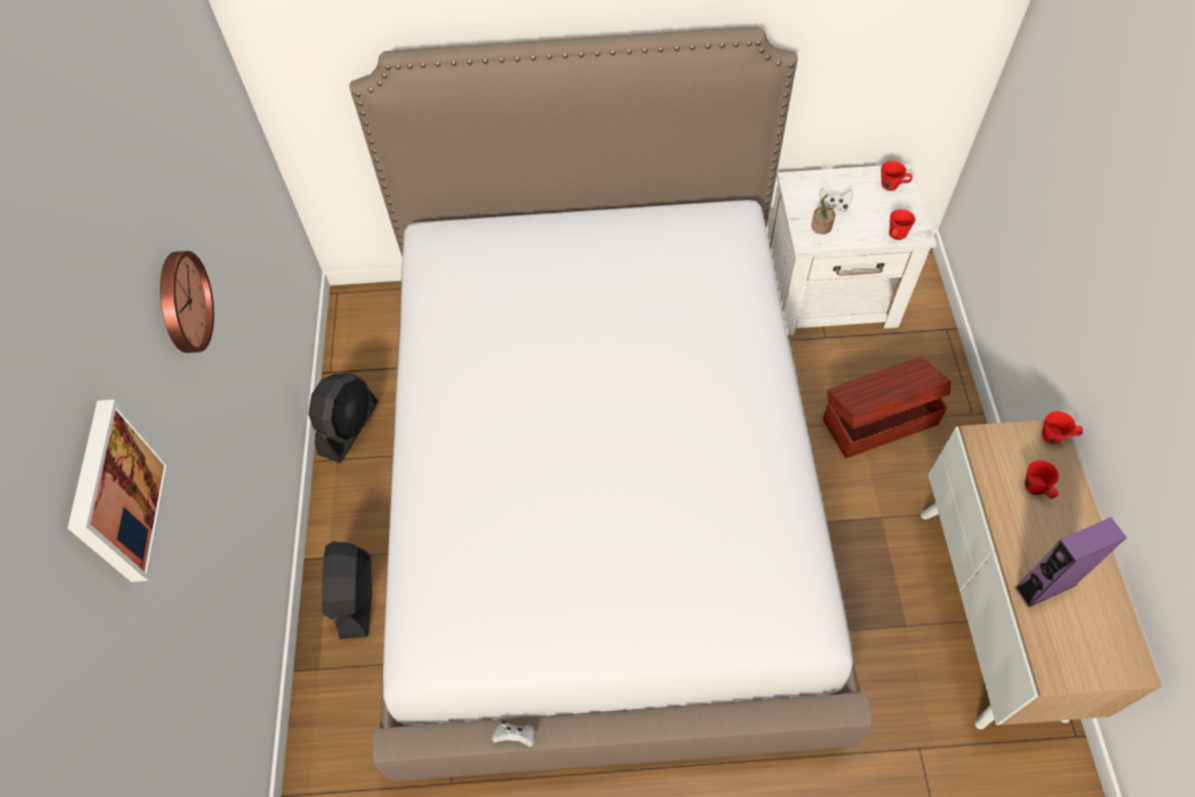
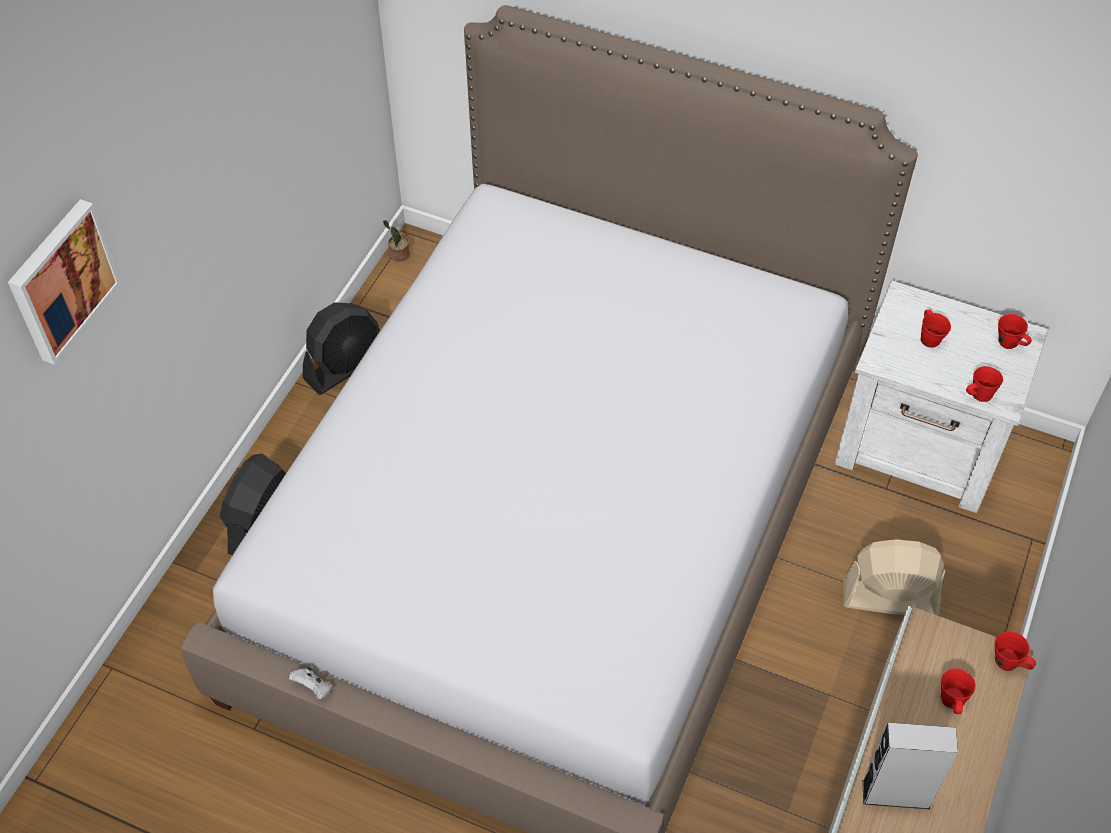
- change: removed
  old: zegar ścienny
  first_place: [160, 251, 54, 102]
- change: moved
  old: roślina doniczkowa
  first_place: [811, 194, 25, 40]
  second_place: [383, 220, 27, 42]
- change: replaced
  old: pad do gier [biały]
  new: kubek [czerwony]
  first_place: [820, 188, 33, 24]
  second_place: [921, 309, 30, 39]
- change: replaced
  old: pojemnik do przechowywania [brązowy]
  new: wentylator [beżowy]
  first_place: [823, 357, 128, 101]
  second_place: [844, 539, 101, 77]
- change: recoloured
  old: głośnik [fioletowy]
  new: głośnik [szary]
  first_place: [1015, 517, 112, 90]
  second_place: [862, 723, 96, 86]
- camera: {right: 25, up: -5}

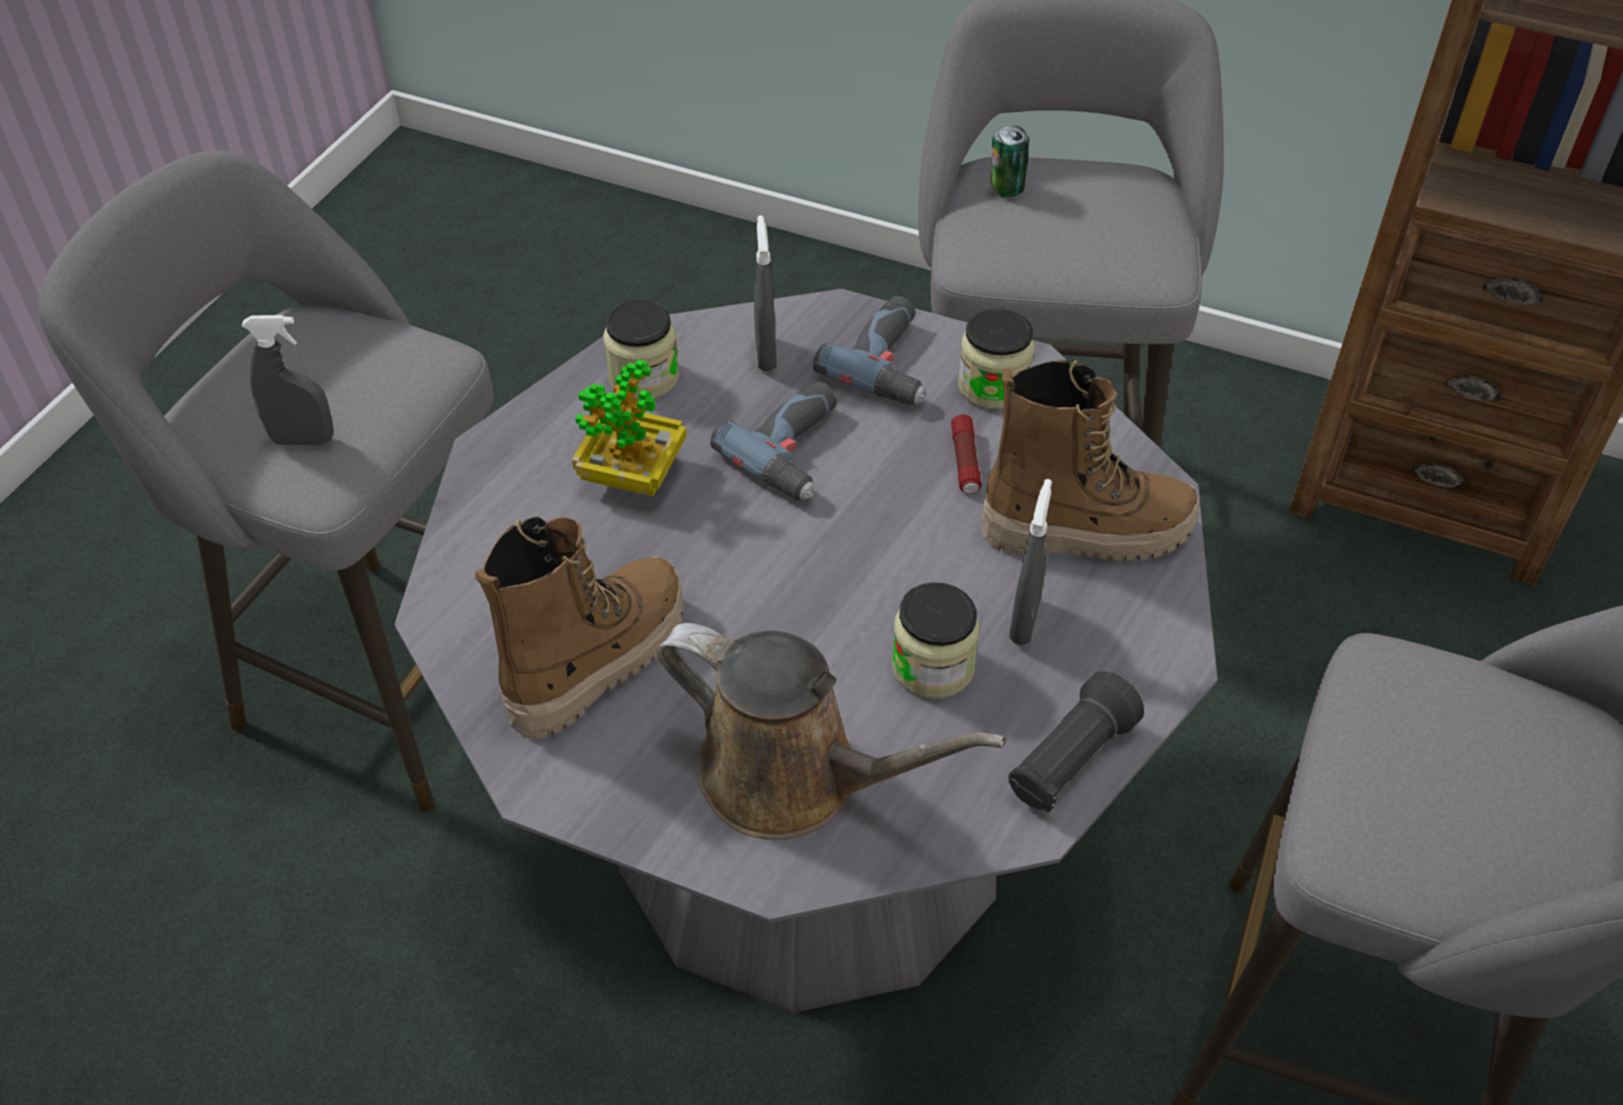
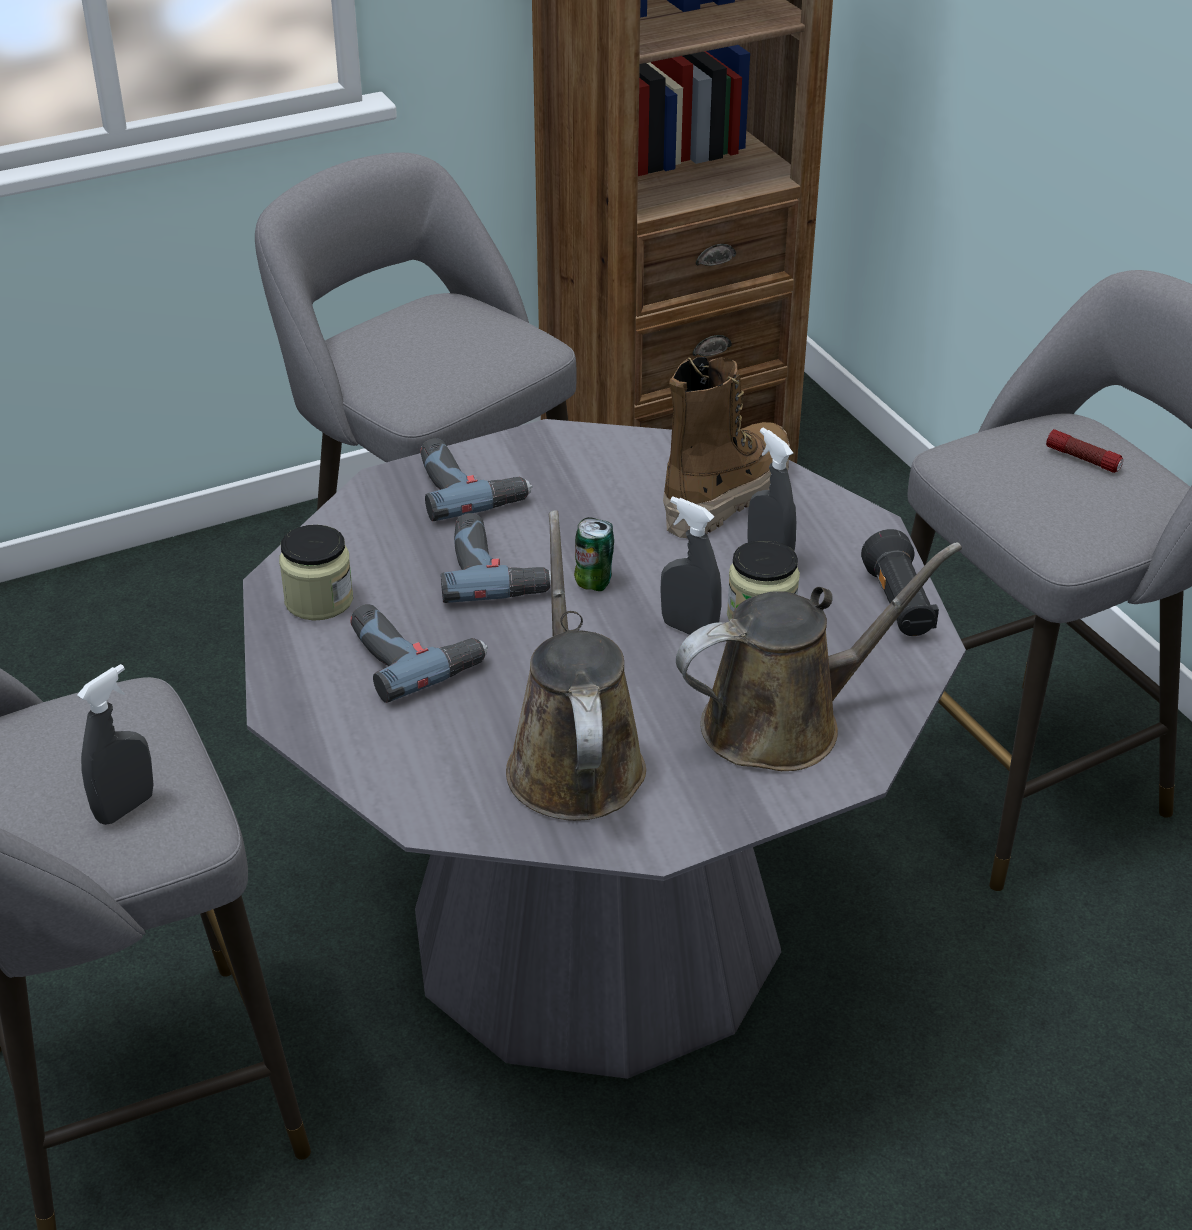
- change: replaced
  old: but z cholewką
  new: konewka [brązowy]
  first_place: [475, 516, 208, 223]
  second_place: [506, 510, 140, 311]
- change: replaced
  old: roślina doniczkowa
  new: wiertarka
  first_place: [572, 360, 115, 136]
  second_place: [350, 604, 138, 99]
- change: moved
  old: spryskiwacz [szary]
  first_place: [754, 215, 23, 156]
  second_place: [660, 496, 62, 139]
- change: moved
  old: latarka
  first_place: [951, 414, 31, 80]
  second_place: [1046, 429, 77, 44]
- change: removed
  old: słoik
  first_place: [958, 309, 76, 101]
- change: moved
  old: puszka
  first_place: [991, 126, 39, 71]
  second_place: [574, 517, 40, 74]
- camera: {right: -50, up: -10}

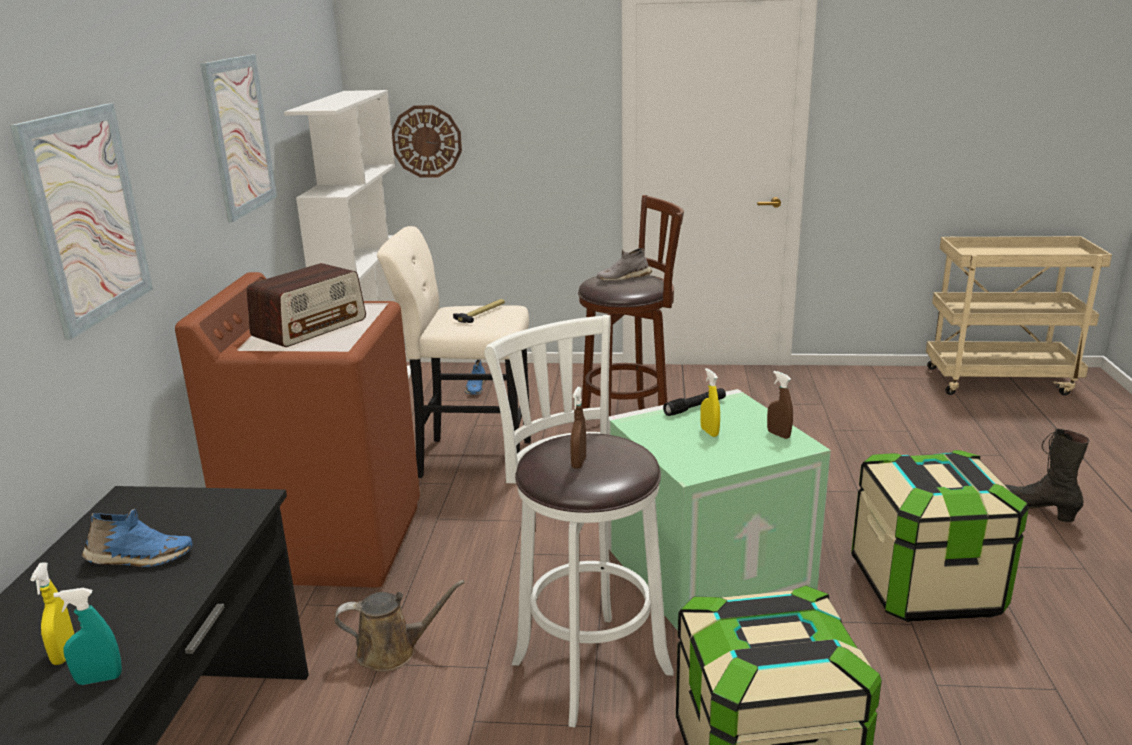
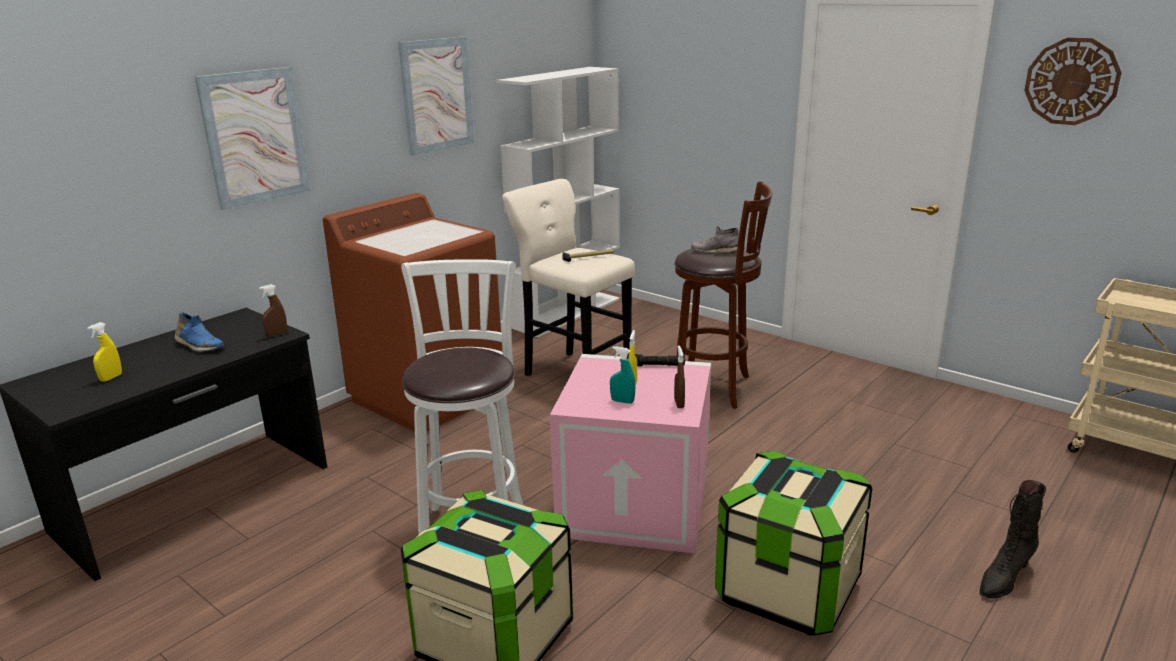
- change: moved
  old: spryskiwacz [turkusowy]
  first_place: [54, 588, 68, 97]
  second_place: [610, 346, 25, 58]
- change: removed
  old: radio
  first_place: [247, 263, 119, 84]
- change: removed
  old: konewka [brązowy]
  first_place: [335, 580, 130, 92]
- change: moved
  old: zegar ścienny
  first_place: [392, 105, 70, 73]
  second_place: [1024, 38, 98, 87]
- change: removed
  old: but [niebieski]
  first_place: [465, 359, 21, 36]
- change: moved
  old: spryskiwacz [brązowy]
  first_place: [570, 387, 16, 82]
  second_place: [259, 284, 28, 53]
- change: recoloured
  old: pojemnik do przechowywania [zielony]
  new: pojemnik do przechowywania [różowy]
  first_place: [608, 389, 223, 242]
  second_place: [550, 354, 161, 200]
- change: turned
  old: but z cholewką [czarny]
  first_place: [1005, 429, 84, 93]
  second_place: [980, 480, 66, 119]
  degrees: -135
- camera: {right: 35, up: 0}

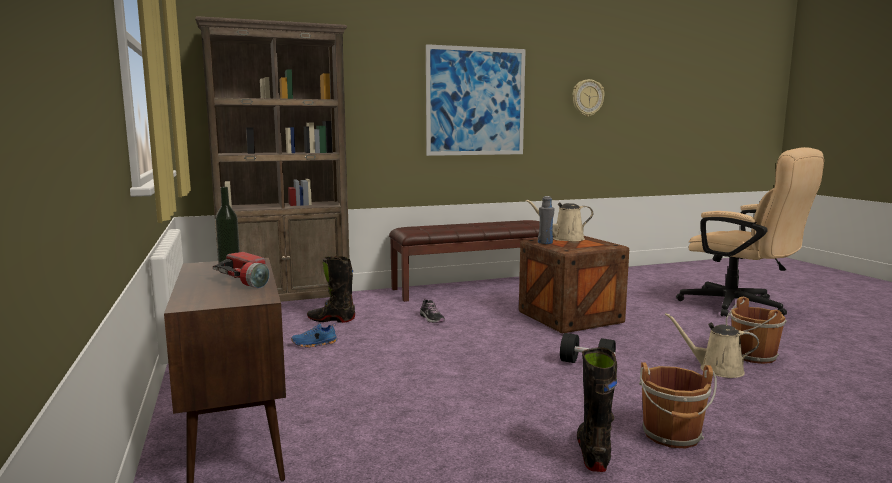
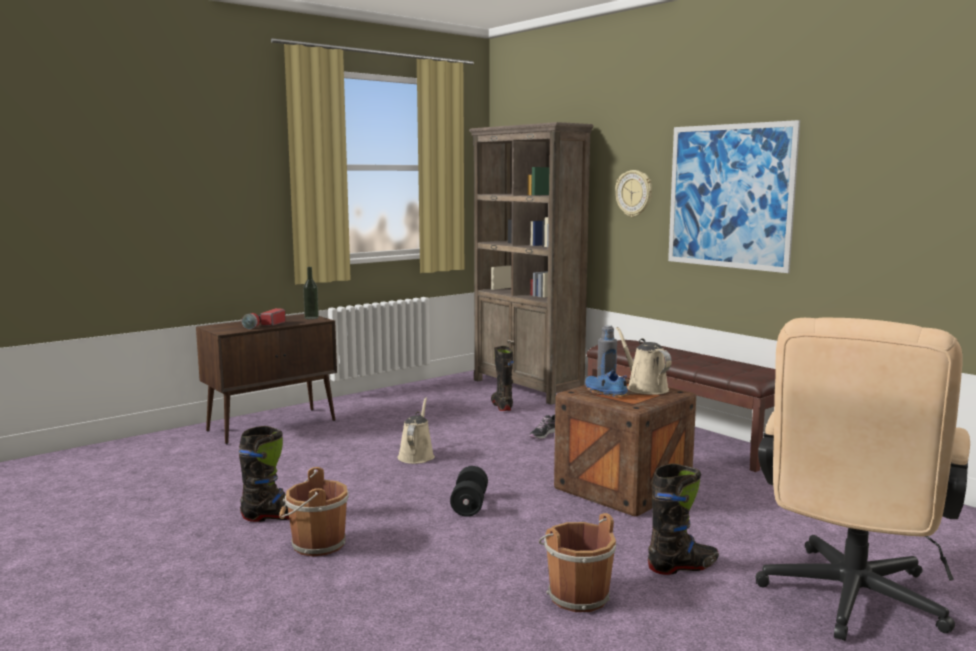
- change: moved
  old: but [niebieski]
  first_place: [291, 323, 46, 25]
  second_place: [585, 370, 43, 28]
- change: moved
  old: zegar ścienny
  first_place: [572, 79, 33, 38]
  second_place: [615, 170, 37, 47]
- change: moved
  old: konewka [beżowy]
  first_place: [665, 313, 94, 65]
  second_place: [397, 397, 38, 67]
- change: added
  new: but z cholewką [czarny]
  second_place: [648, 463, 71, 112]
- camera: {right: 70, up: 0}

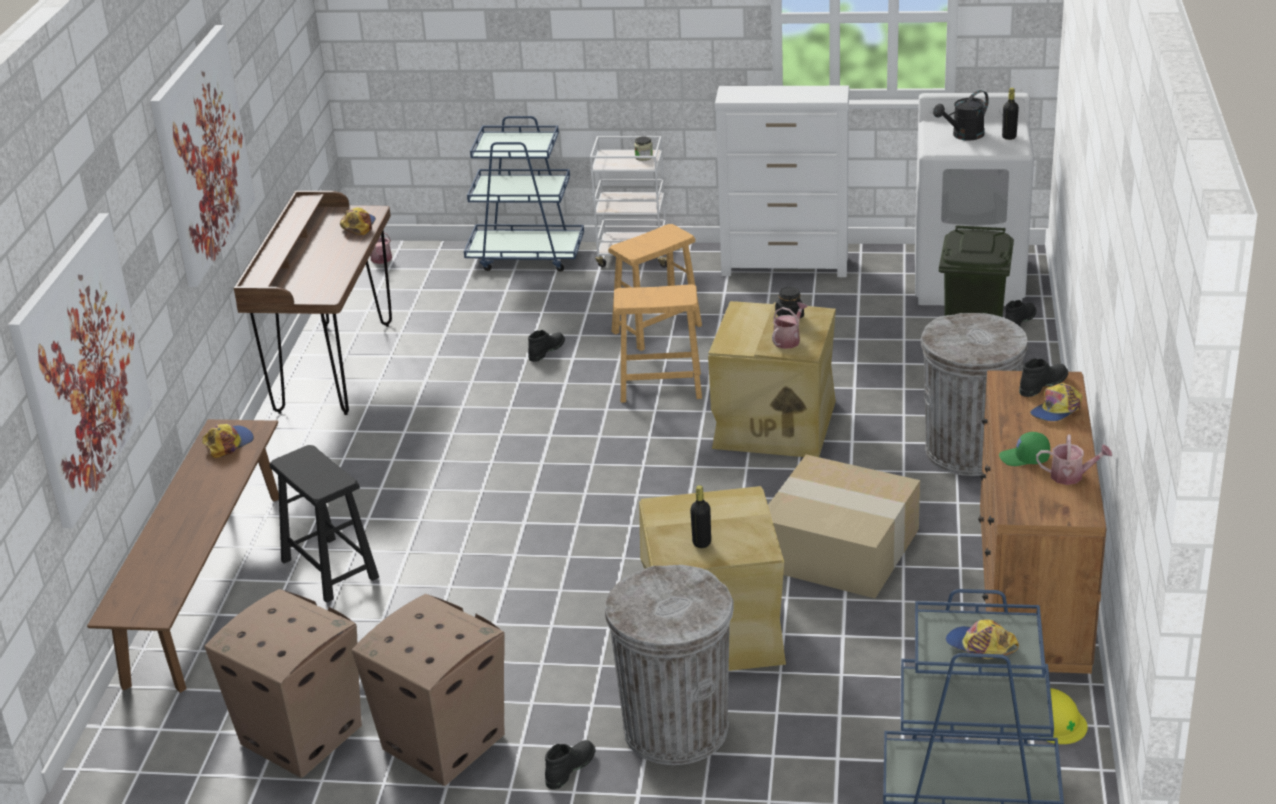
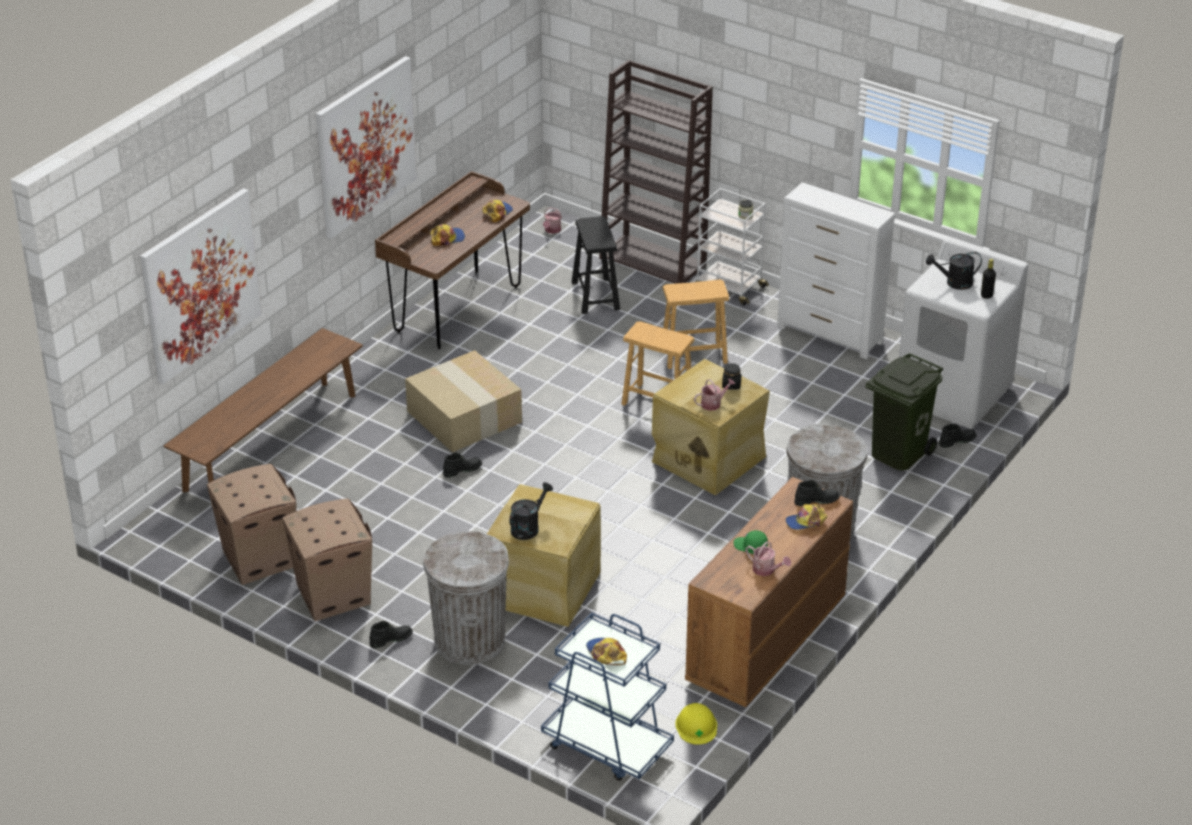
- change: moved
  old: czapka z daszkiem
  first_place: [202, 424, 52, 34]
  second_place: [430, 224, 35, 22]
- change: moved
  old: stołek [czarny]
  first_place: [270, 445, 109, 158]
  second_place: [571, 216, 49, 98]
- change: replaced
  old: wózek [niebieski]
  new: regał [brązowy]
  first_place: [464, 116, 120, 156]
  second_place: [599, 60, 114, 224]
- change: moved
  old: but z cholewką [czarny]
  first_place: [528, 330, 37, 32]
  second_place: [443, 453, 39, 25]
- change: replaced
  old: butelka [czarny]
  new: konewka [czarny]
  first_place: [690, 485, 21, 63]
  second_place: [509, 482, 44, 58]
- change: moved
  old: karton
  first_place: [768, 454, 152, 144]
  second_place: [405, 350, 117, 102]
- camera: {right: 25, up: 5}

